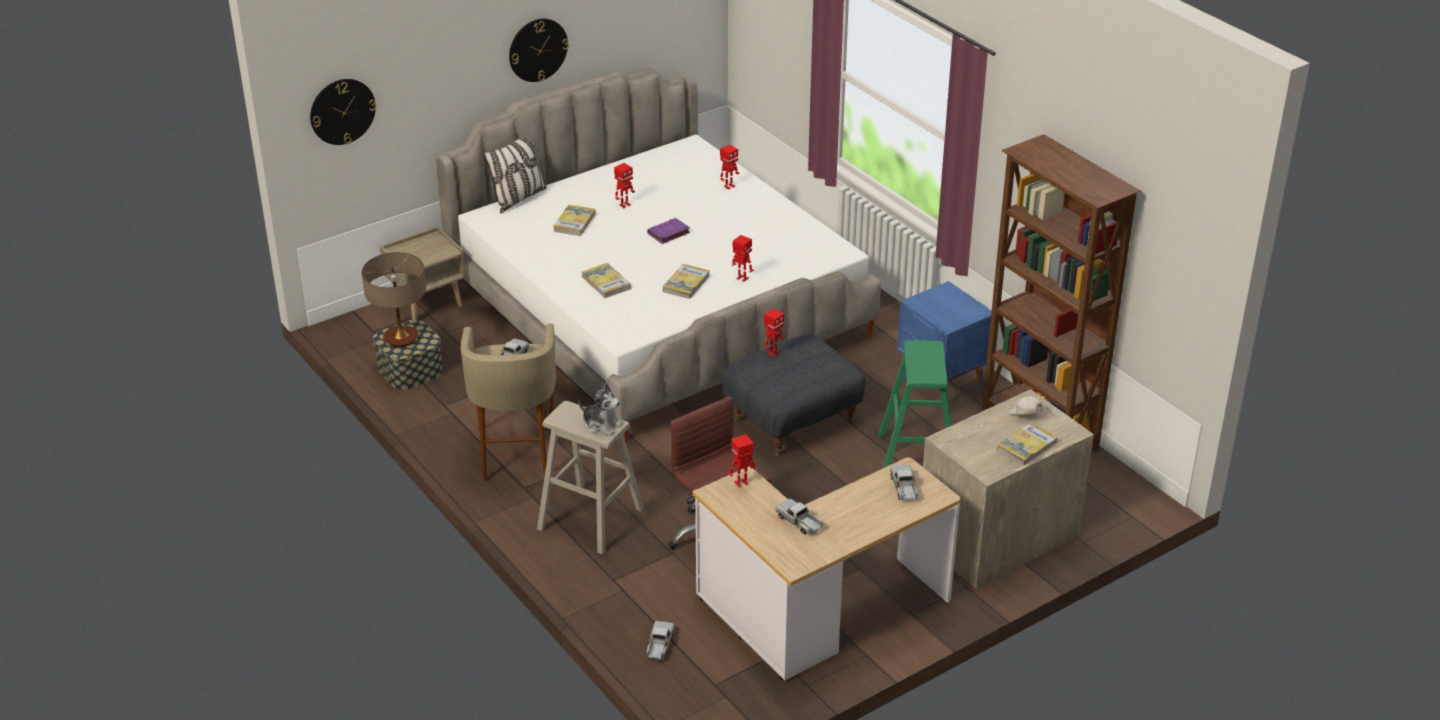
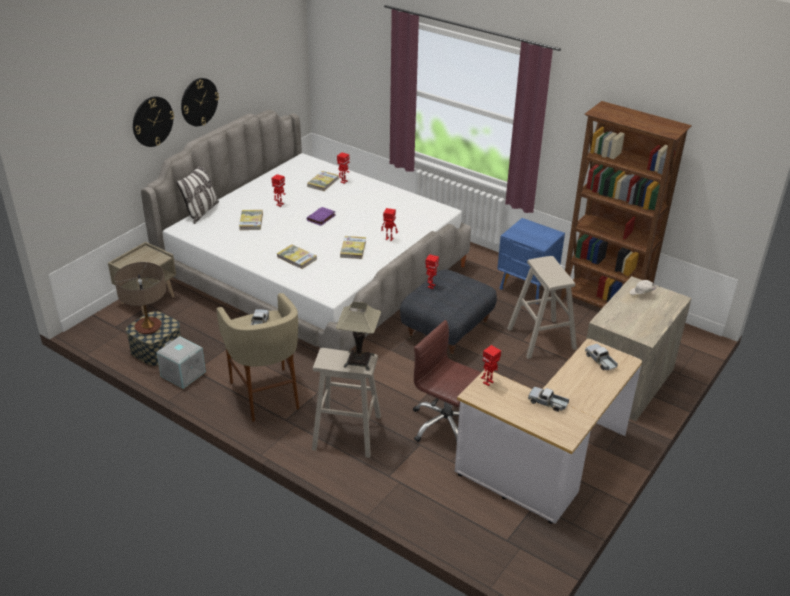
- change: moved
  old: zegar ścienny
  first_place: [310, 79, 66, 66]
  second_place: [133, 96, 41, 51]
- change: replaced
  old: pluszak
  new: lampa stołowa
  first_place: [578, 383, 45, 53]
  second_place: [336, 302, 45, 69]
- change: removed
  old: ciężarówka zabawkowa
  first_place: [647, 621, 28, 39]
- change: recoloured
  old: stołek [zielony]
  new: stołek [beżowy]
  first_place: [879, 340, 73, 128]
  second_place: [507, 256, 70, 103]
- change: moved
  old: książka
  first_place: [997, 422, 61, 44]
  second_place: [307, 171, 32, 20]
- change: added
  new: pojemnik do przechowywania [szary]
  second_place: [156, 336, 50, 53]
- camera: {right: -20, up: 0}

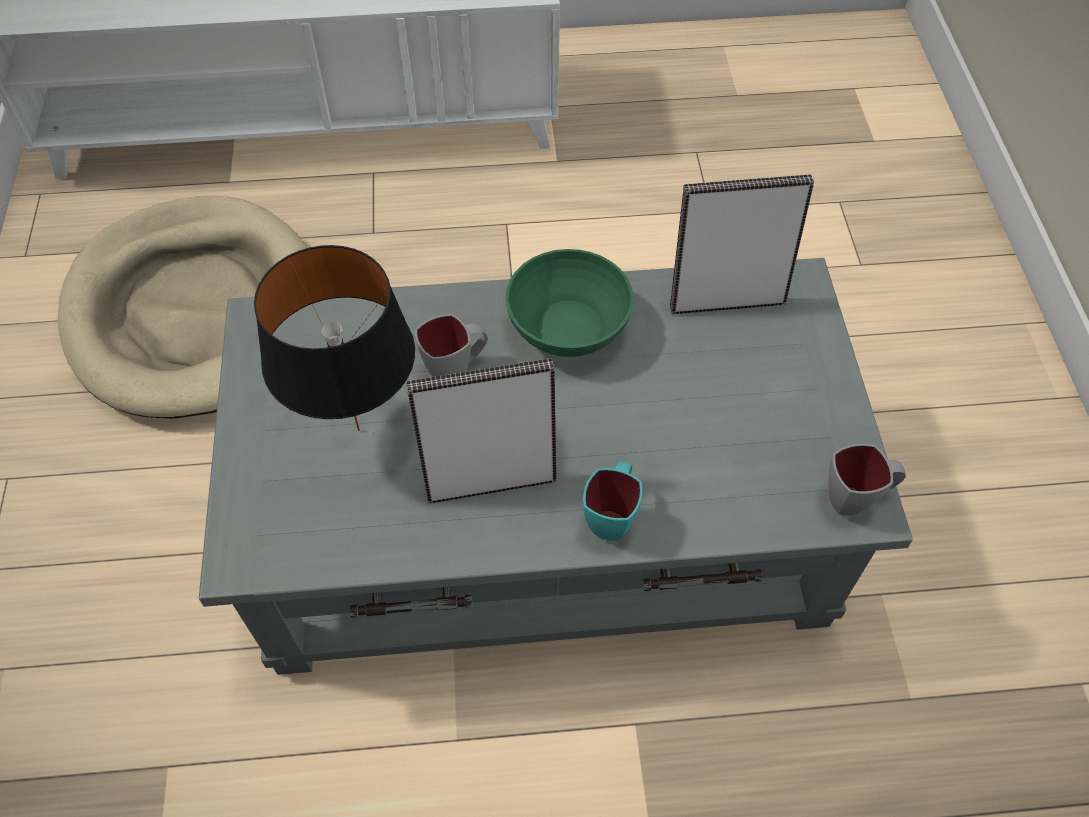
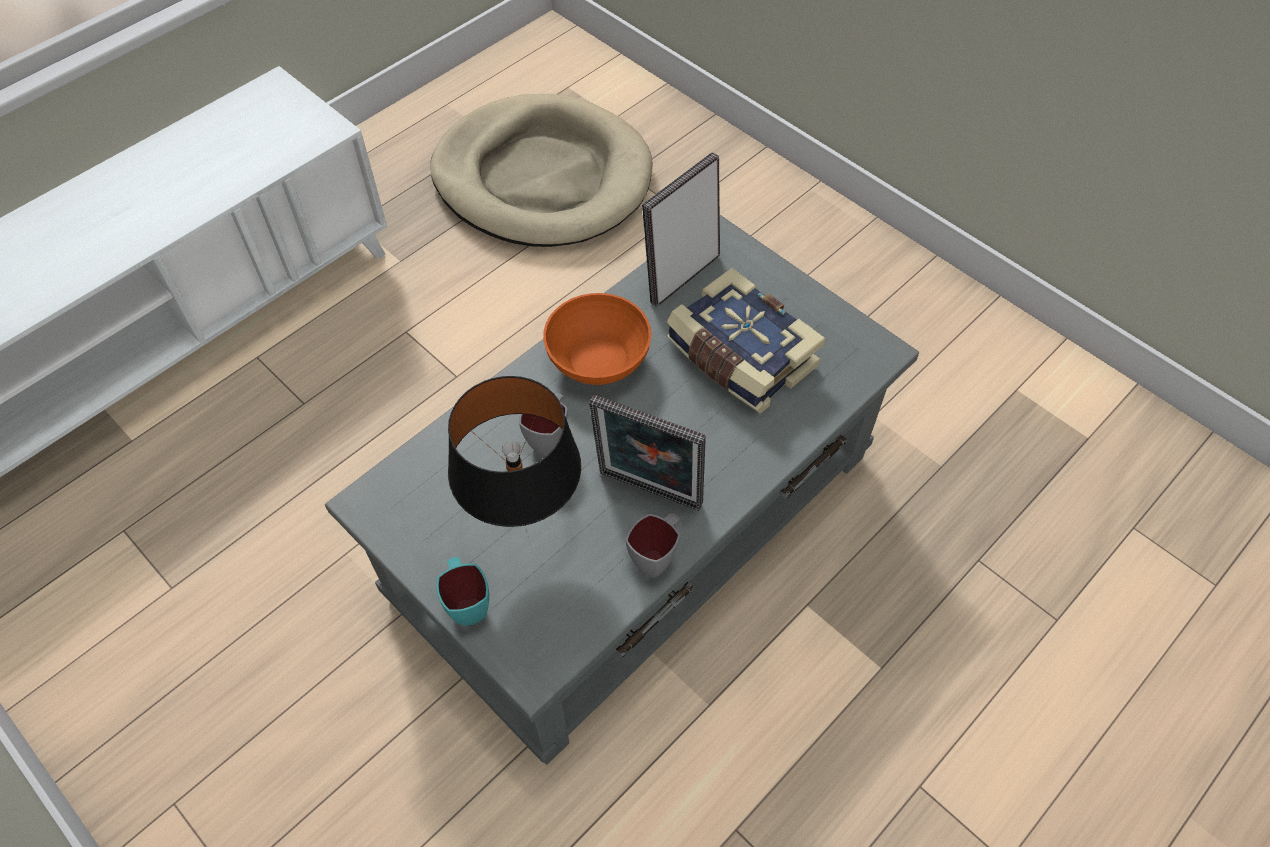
- change: moved
  old: legowisko [beżowy]
  first_place: [58, 196, 250, 223]
  second_place: [430, 94, 223, 153]
- change: turned
  old: ramka na zdjęcie
  first_place: [406, 358, 151, 146]
  second_place: [589, 394, 117, 117]
  degrees: -105
- change: recoloured
  old: miska [zielony]
  new: miska [pomarańczowy]
  first_place: [505, 249, 128, 108]
  second_place: [543, 293, 108, 92]
- change: moved
  old: kubek [turkusowy]
  first_place: [583, 461, 60, 80]
  second_place: [436, 557, 53, 69]
- change: moved
  old: kubek [szary]
  first_place: [828, 444, 78, 71]
  second_place: [626, 513, 56, 65]
- change: added
  new: książka
  second_place: [666, 268, 160, 146]
- camera: {right: -40, up: 0}

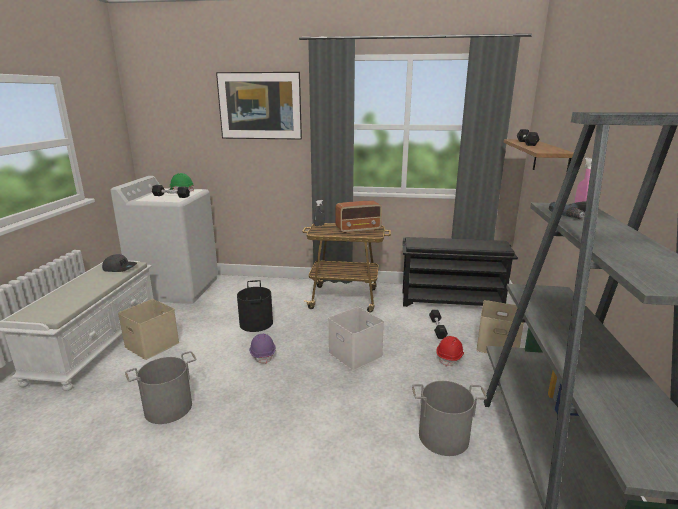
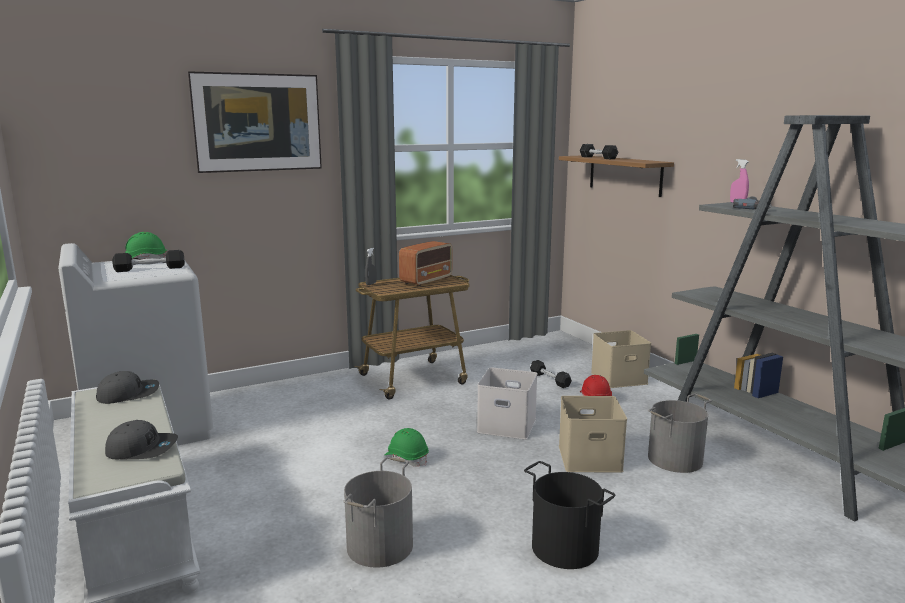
- change: moved
  old: pojemnik do przechowywania [beżowy]
  first_place: [118, 299, 62, 61]
  second_place: [559, 396, 68, 77]
- change: moved
  old: wiadro [czarny]
  first_place: [237, 280, 36, 52]
  second_place: [524, 461, 92, 108]
- change: recoloured
  old: kask [fioletowy]
  new: kask [zielony]
  first_place: [249, 334, 27, 30]
  second_place: [384, 428, 45, 39]
- change: removed
  old: regał na buty [czarny]
  first_place: [402, 237, 116, 70]
- change: added
  new: czapka z daszkiem [szary]
  second_place: [105, 420, 73, 39]
- camera: {right: -35, up: -5}

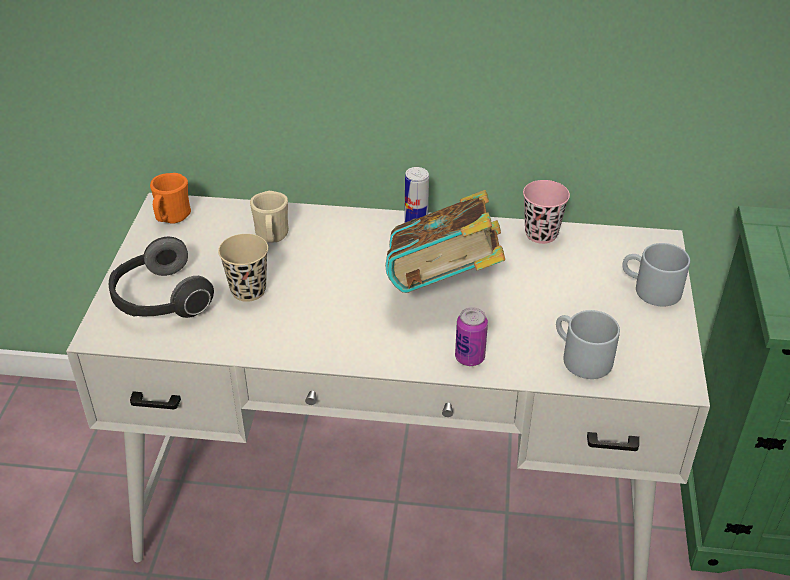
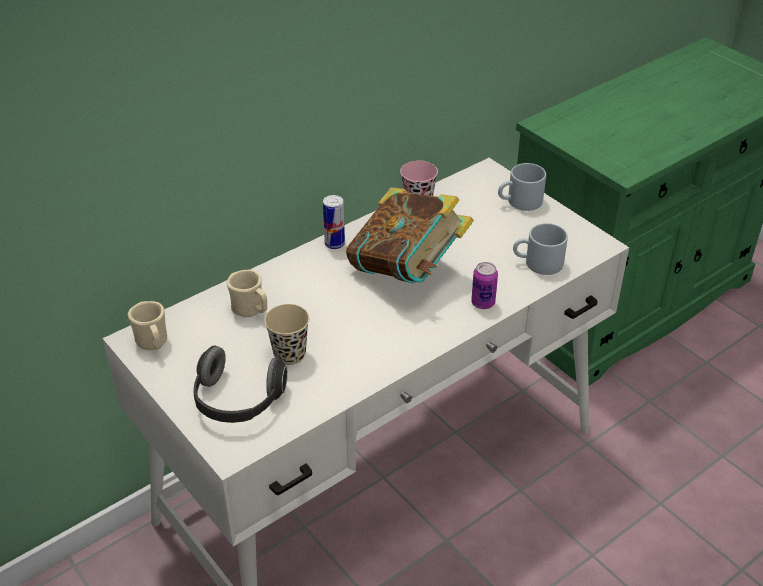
- change: recoloured
  old: kubek [pomarańczowy]
  new: kubek [beżowy]
  first_place: [150, 173, 41, 51]
  second_place: [128, 301, 39, 50]
- camera: {right: -45, up: 0}

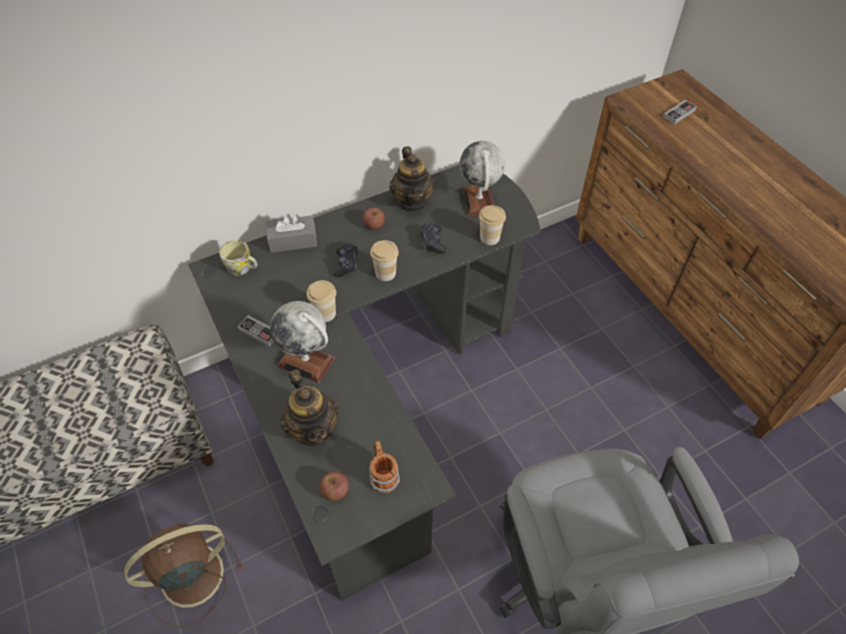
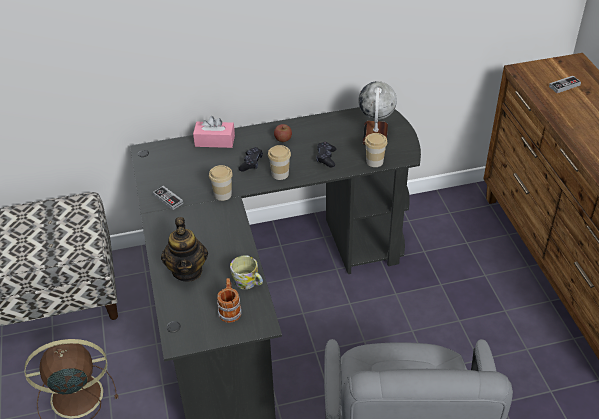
- change: moved
  old: kubek
  first_place: [219, 240, 39, 36]
  second_place: [230, 255, 33, 34]
- change: recoloured
  old: pudełko chusteczek [szary]
  new: pudełko chusteczek [różowy]
  first_place: [266, 214, 51, 39]
  second_place: [193, 116, 42, 32]
- change: removed
  old: globus
  first_place: [270, 301, 65, 82]
- change: removed
  old: jabłko
  first_place: [320, 471, 29, 30]
- change: removed
  old: imbryk
  first_place: [389, 146, 46, 66]
- camera: {right: 15, up: -10}

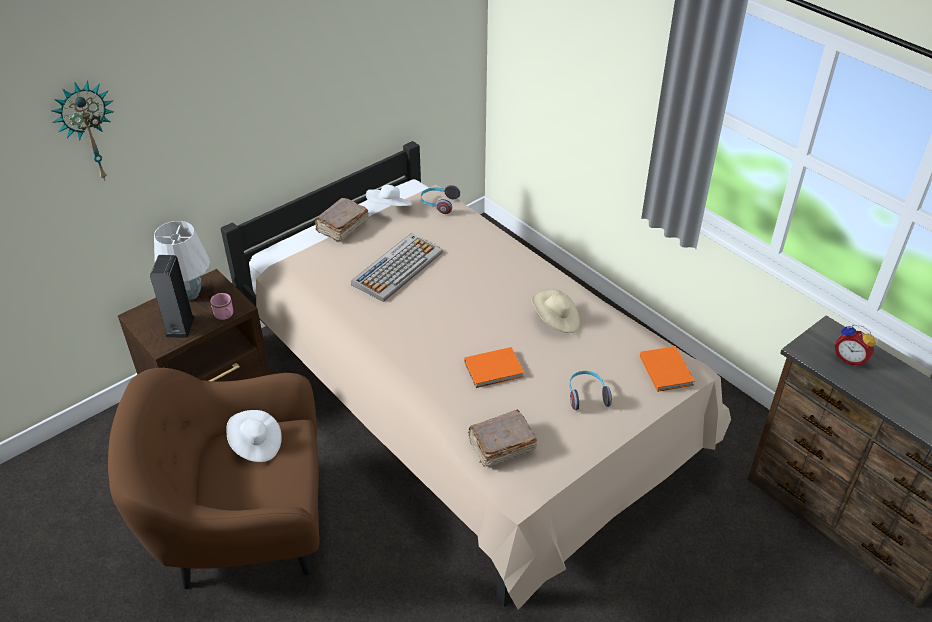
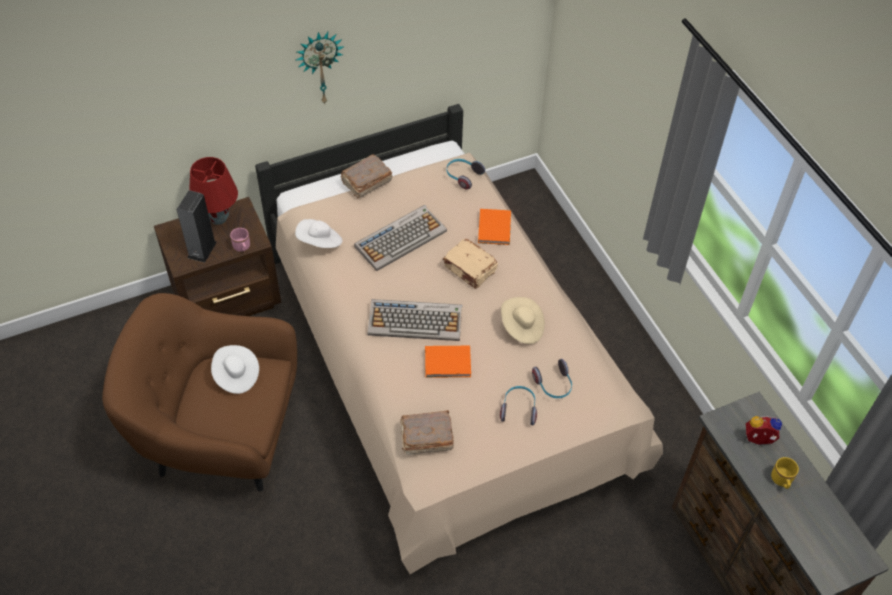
- change: moved
  old: zegar ścienny
  first_place: [51, 80, 63, 101]
  second_place: [296, 32, 49, 72]
- change: recoloured
  old: lampa stołowa [biały]
  new: lampa stołowa [czerwony]
  first_place: [154, 221, 56, 79]
  second_place: [189, 157, 49, 68]
- change: moved
  old: kapelusz [biały]
  first_place: [366, 185, 46, 21]
  second_place: [295, 219, 48, 29]
- change: moved
  old: książka [pomarańczowy]
  first_place: [640, 346, 55, 46]
  second_place: [478, 209, 33, 36]
- change: turned
  old: budzik
  first_place: [835, 325, 41, 41]
  second_place: [746, 416, 36, 29]
  degrees: 135
- change: added
  new: klawiatura
  second_place: [367, 299, 95, 42]
- change: added
  new: książka [beżowy]
  second_place: [443, 239, 55, 50]
- change: added
  new: słuchawki
  second_place: [532, 359, 40, 39]
- change: added
  new: kubek [żółty]
  second_place: [771, 457, 28, 32]
- camera: {right: 15, up: 10}

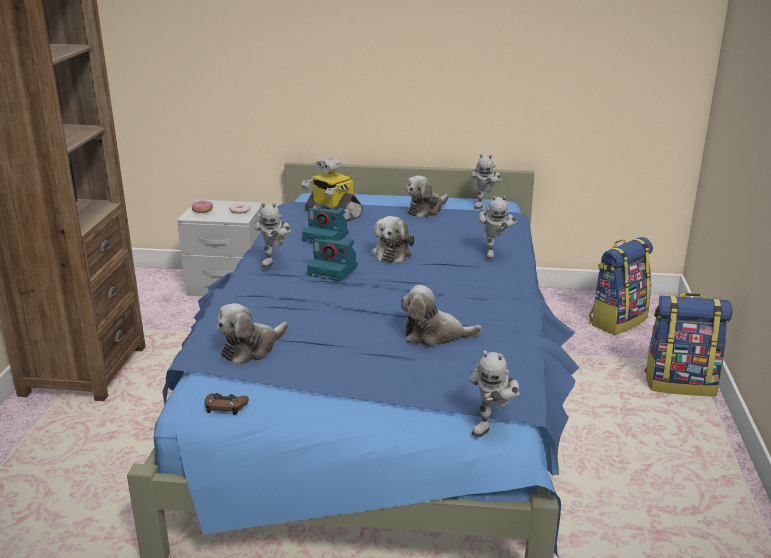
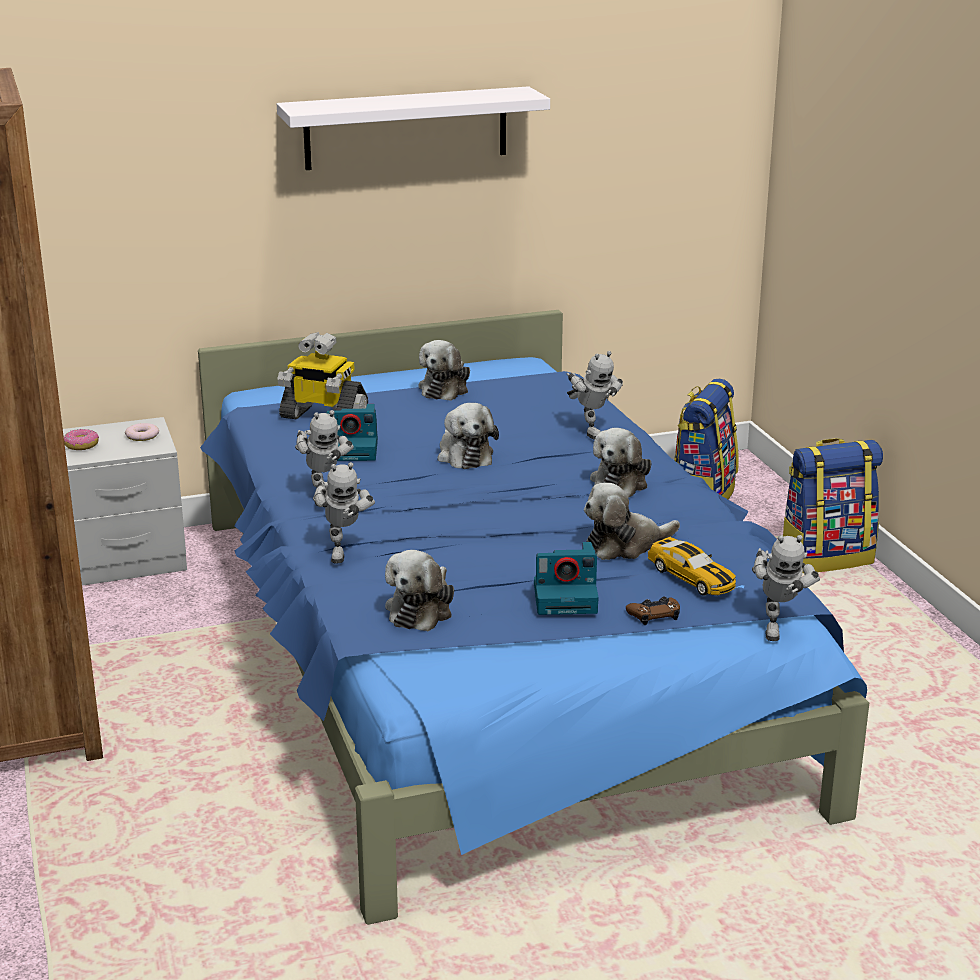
- change: moved
  old: pad do gier [brązowy]
  first_place: [205, 393, 44, 22]
  second_place: [626, 597, 54, 28]
- change: moved
  old: aparat fotograficzny
  first_place: [307, 239, 50, 43]
  second_place: [534, 542, 64, 73]
- change: moved
  old: robot zabawkowy
  first_place: [471, 154, 31, 55]
  second_place: [313, 462, 62, 101]
- change: added
  new: półka [biały]
  second_place: [277, 86, 273, 84]
- change: added
  new: pluszak
  second_place: [590, 428, 62, 70]
- change: added
  new: samochodzik
  second_place: [648, 537, 88, 59]
- camera: {right: -25, up: 0}

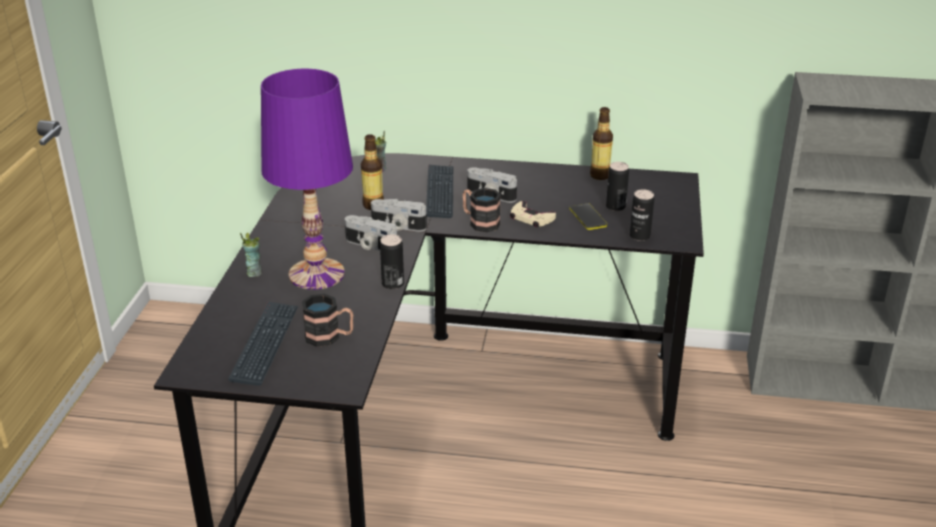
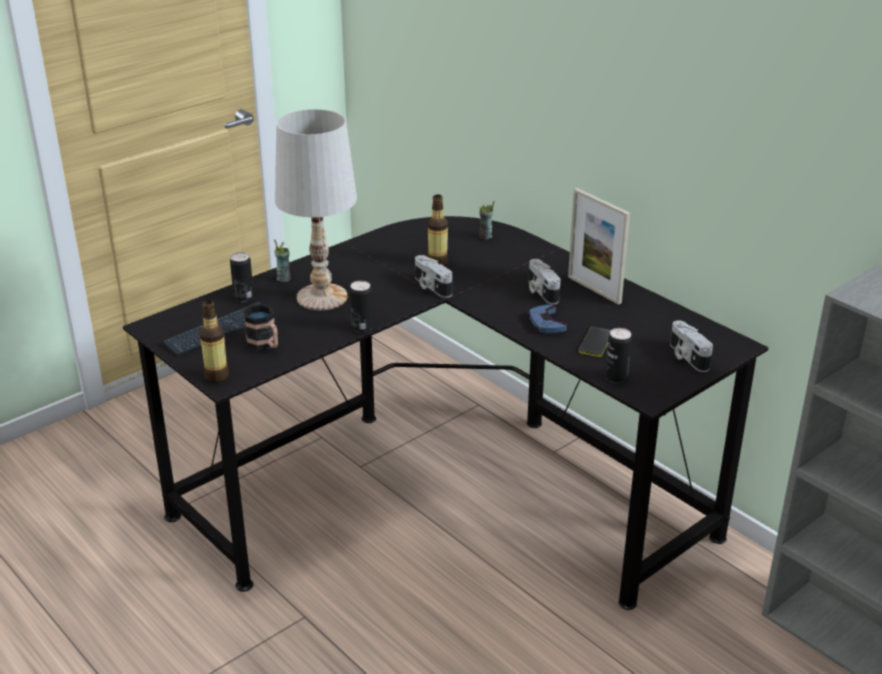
- change: recoloured
  old: lampa stołowa [fioletowy]
  new: lampa stołowa [biały]
  first_place: [261, 69, 92, 221]
  second_place: [275, 109, 82, 201]
- change: moved
  old: aparat fotograficzny
  first_place: [345, 215, 52, 36]
  second_place: [670, 320, 43, 52]
- change: removed
  old: klawiatura
  first_place: [426, 165, 27, 53]
- change: removed
  old: kubek
  first_place: [462, 188, 39, 44]
- change: recoloured
  old: pad do gier [beżowy]
  new: pad do gier [niebieski]
  first_place: [510, 201, 46, 26]
  second_place: [527, 305, 40, 28]
- change: moved
  old: butelka
  first_place: [590, 107, 23, 73]
  second_place: [199, 300, 30, 83]
- change: moved
  old: puszka
  first_place: [606, 162, 23, 49]
  second_place: [230, 252, 24, 50]
- change: added
  new: ramka na zdjęcie
  second_place: [568, 188, 62, 117]
- camera: {right: 40, up: 0}

